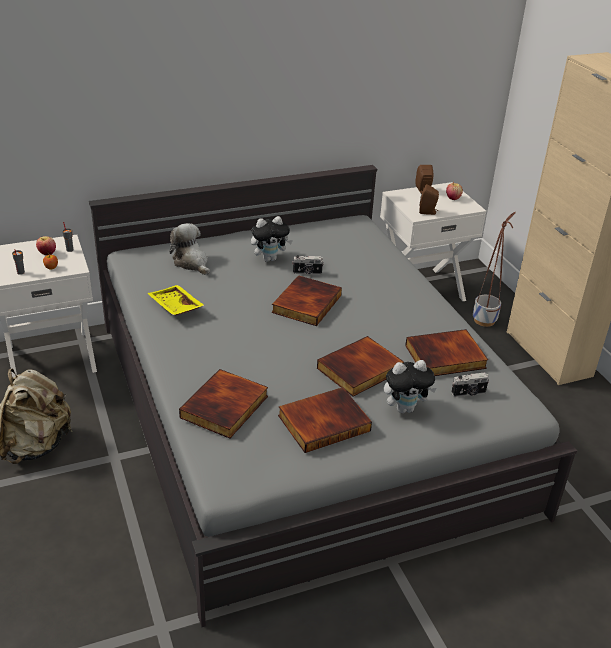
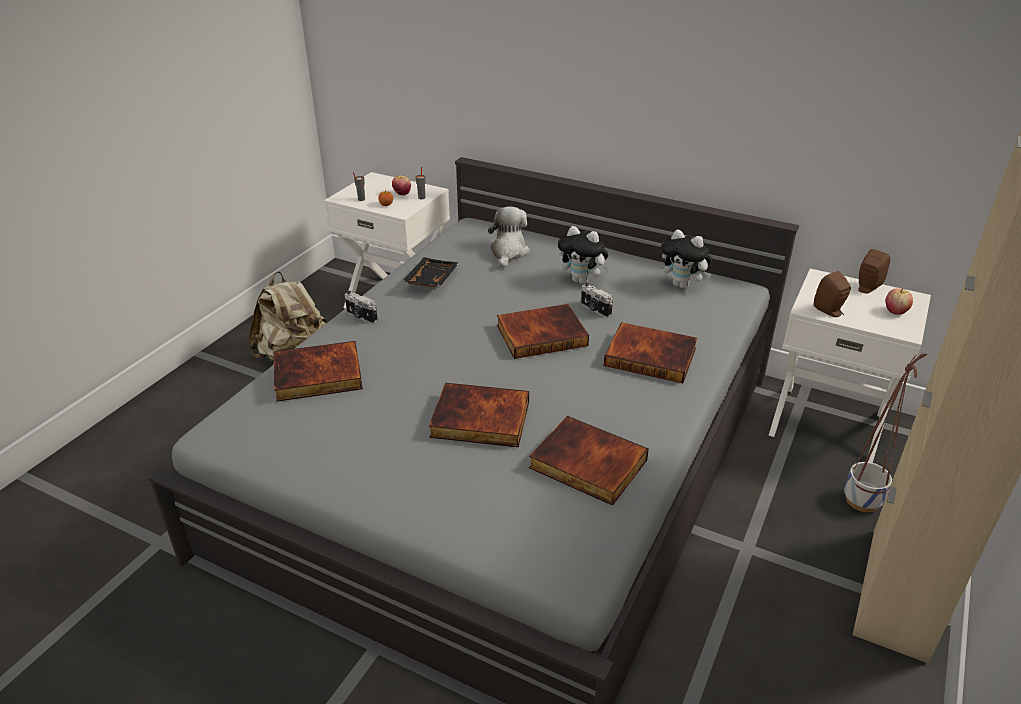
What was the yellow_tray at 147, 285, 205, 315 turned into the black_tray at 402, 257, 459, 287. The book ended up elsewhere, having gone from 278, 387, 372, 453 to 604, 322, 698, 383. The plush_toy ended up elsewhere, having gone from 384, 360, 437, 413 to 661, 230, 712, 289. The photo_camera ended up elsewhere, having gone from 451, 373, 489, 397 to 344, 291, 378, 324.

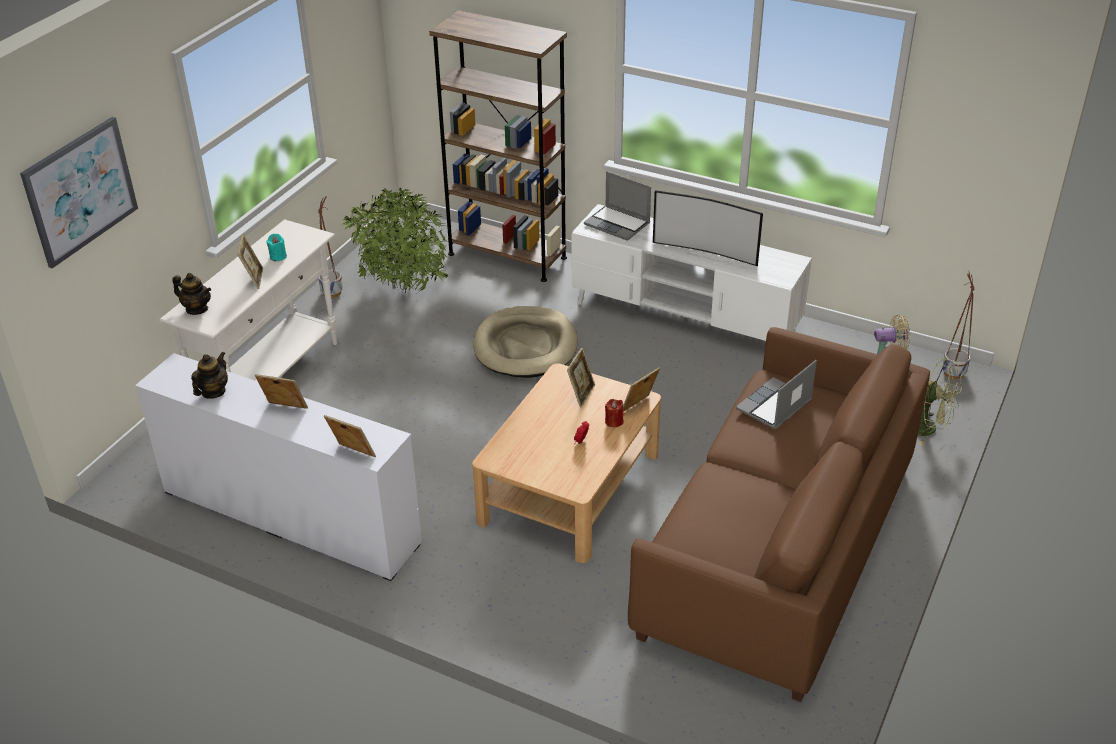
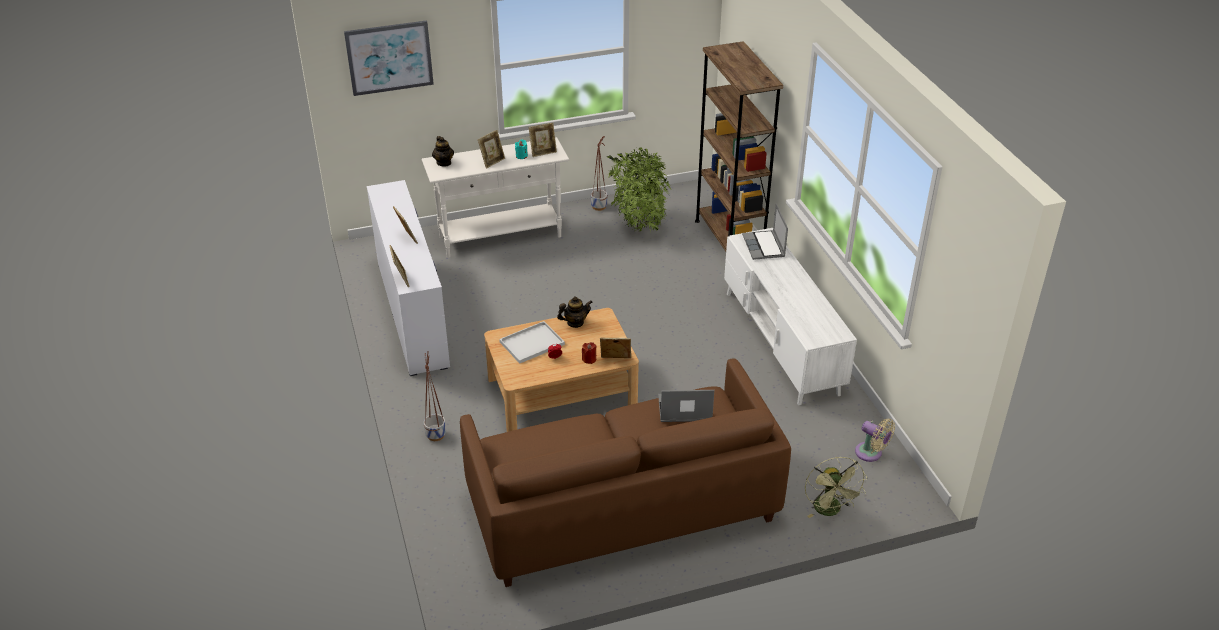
The teapot ended up elsewhere, having gone from 191, 352, 228, 399 to 557, 296, 593, 328. The second view lost the beige_dog_bed at 473, 306, 578, 378. The picture_frame ended up elsewhere, having gone from 567, 348, 595, 408 to 529, 123, 557, 157. The second view lost the television at 653, 190, 763, 266. The planter ended up elsewhere, having gone from 942, 272, 975, 379 to 424, 351, 446, 441. The second view gained the white_tray at 499, 321, 565, 364.

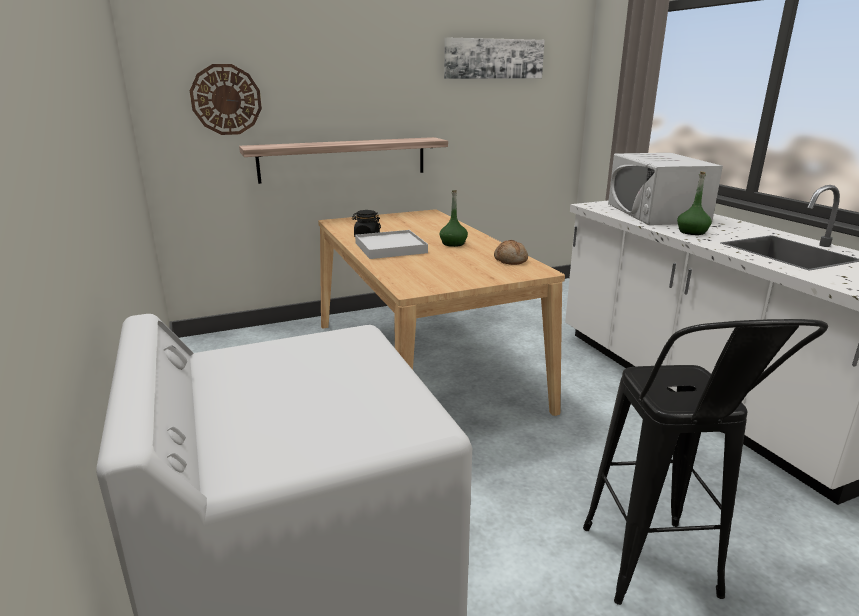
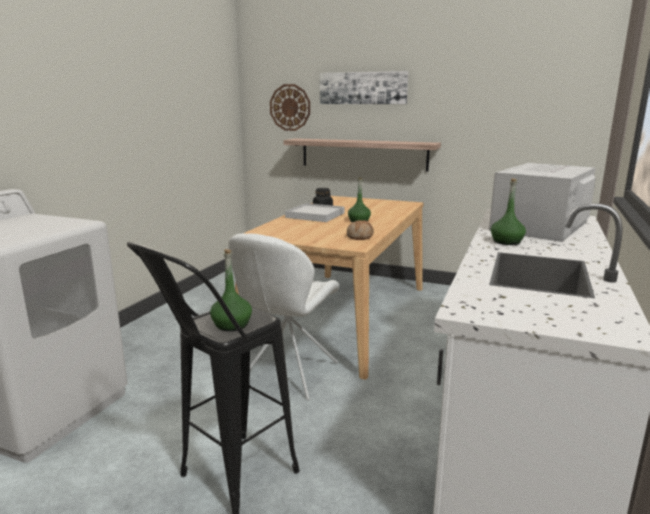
The picture ended up elsewhere, having gone from 444, 37, 545, 79 to 320, 71, 408, 104. The second view gained the green_bottle at 210, 249, 252, 331. The second view gained the white_chair at 229, 233, 339, 400.

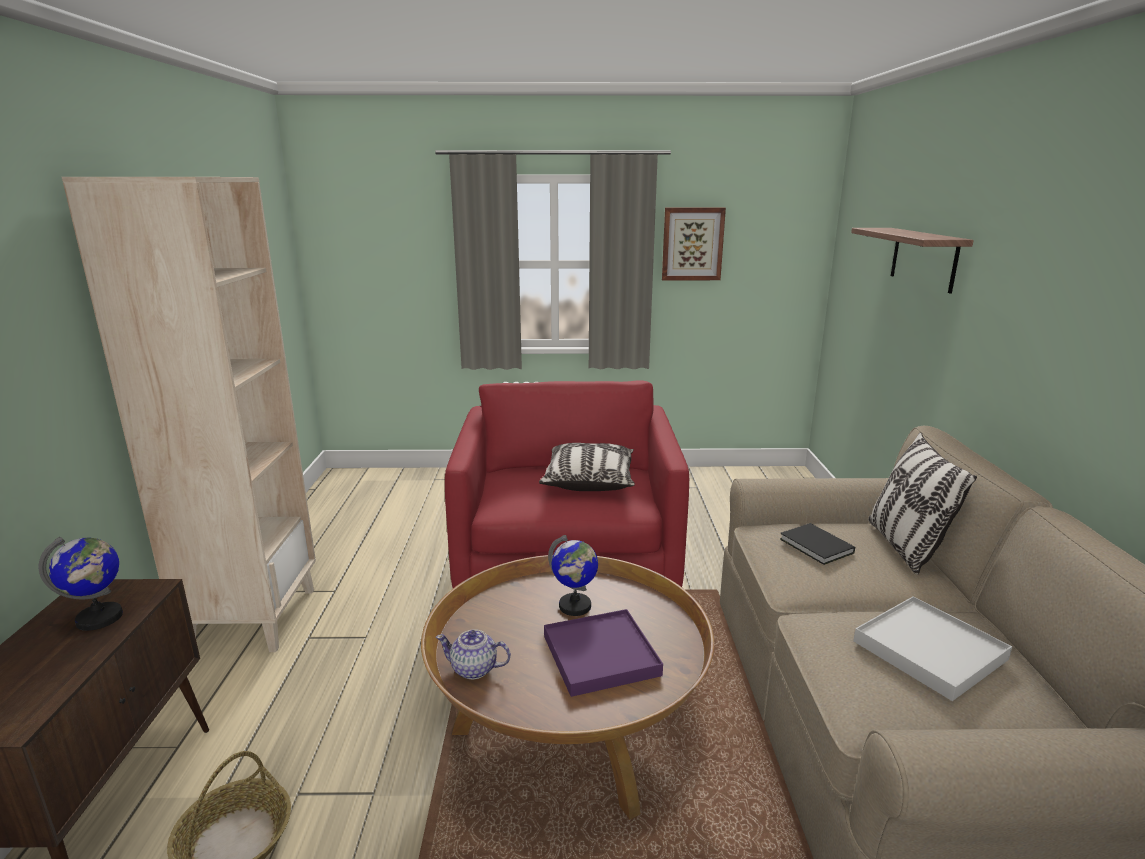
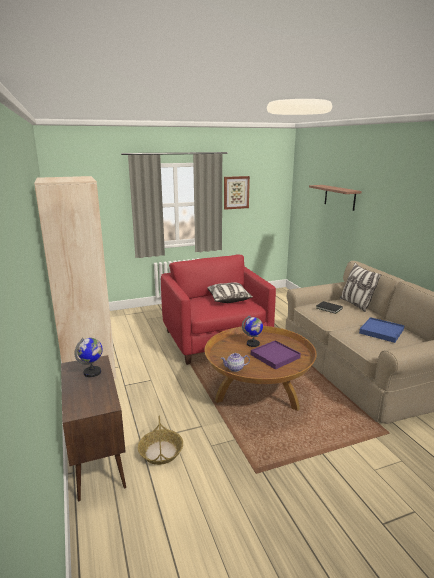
What was the white_tray at 853, 596, 1012, 701 turned into the blue_tray at 359, 317, 405, 343.

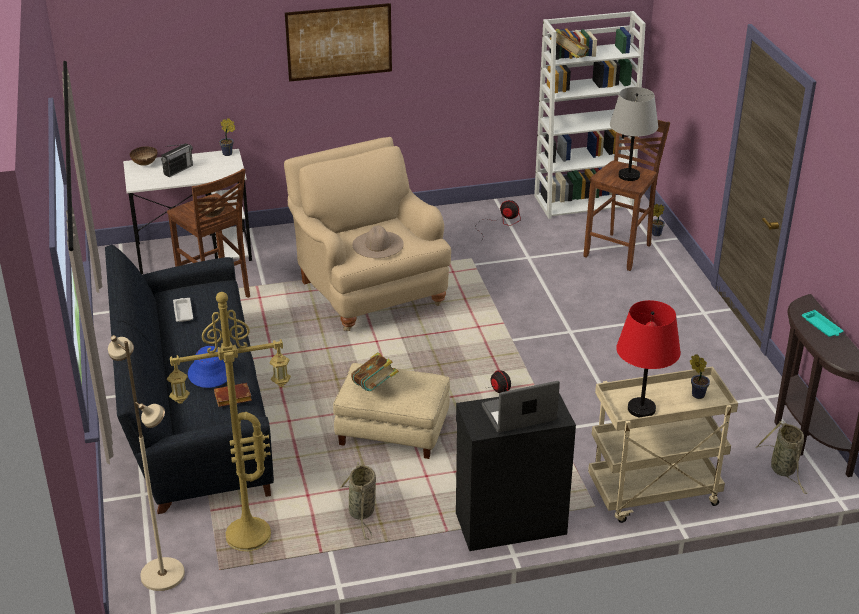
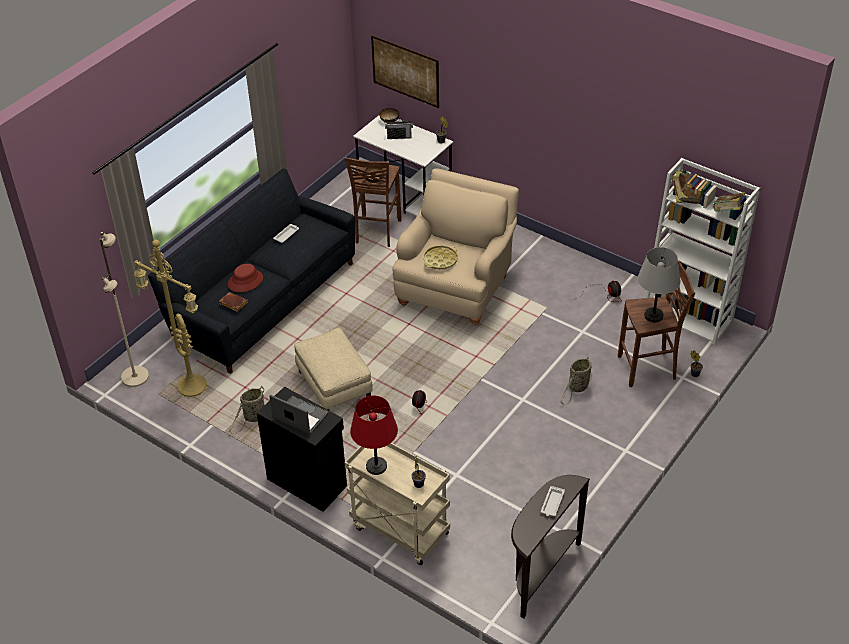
What was the blue_hat at 188, 346, 227, 388 turned into the red_hat at 228, 264, 263, 292. The picture ended up elsewhere, having gone from 285, 3, 392, 82 to 371, 35, 439, 108. The book ended up elsewhere, having gone from 351, 352, 399, 391 to 713, 192, 746, 212. Where the beige_hat stood at 352, 225, 404, 258, the yellow_tray came to stand at 423, 245, 458, 270. The basket ended up elsewhere, having gone from 756, 421, 807, 494 to 560, 356, 592, 405. What was the turquoise_tray at 802, 310, 843, 337 turned into the white_tray at 541, 486, 565, 516.

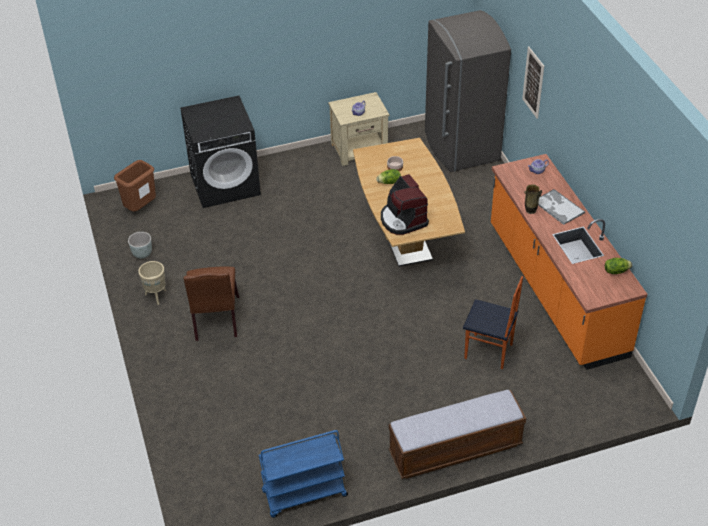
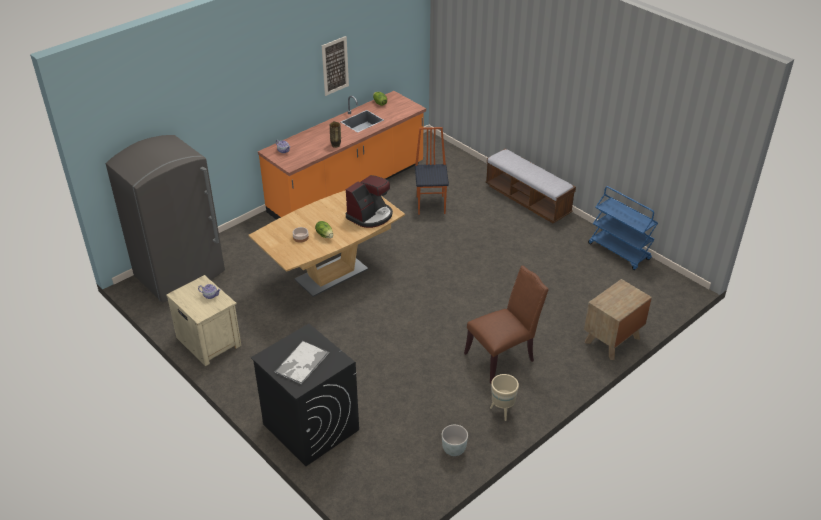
The second view lost the brown_trash_can at 114, 160, 156, 211. The picture ended up elsewhere, having gone from 522, 47, 544, 119 to 322, 36, 349, 96. The tray ended up elsewhere, having gone from 538, 189, 585, 225 to 275, 341, 329, 385. The second view gained the brown_nightstand at 584, 279, 652, 360.

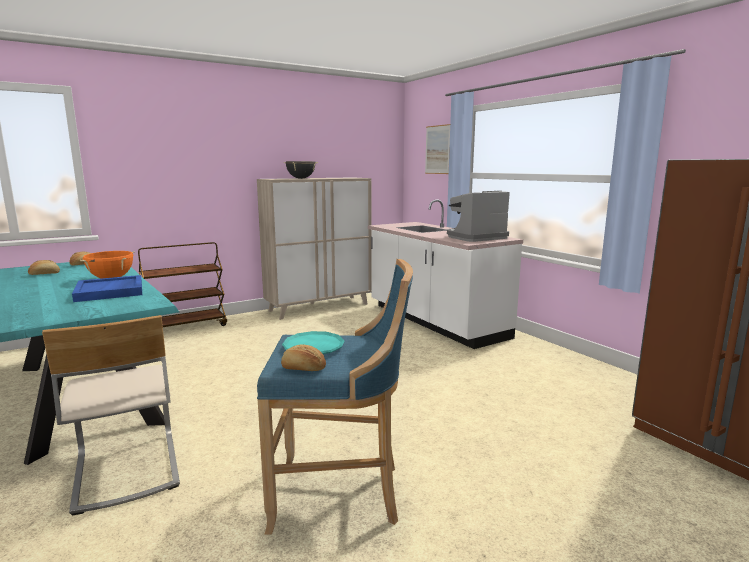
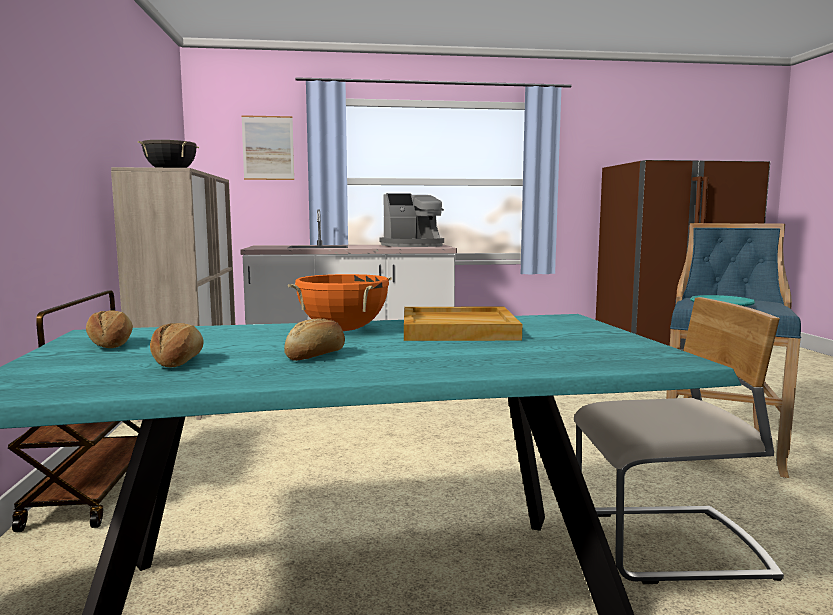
What was the blue_tray at 72, 275, 142, 302 turned into the beige_tray at 404, 307, 522, 341. The bread ended up elsewhere, having gone from 281, 344, 326, 371 to 284, 318, 345, 361. The coffee_machine at 447, 191, 510, 242 ended up facing another way, 105 degrees counterclockwise from before.

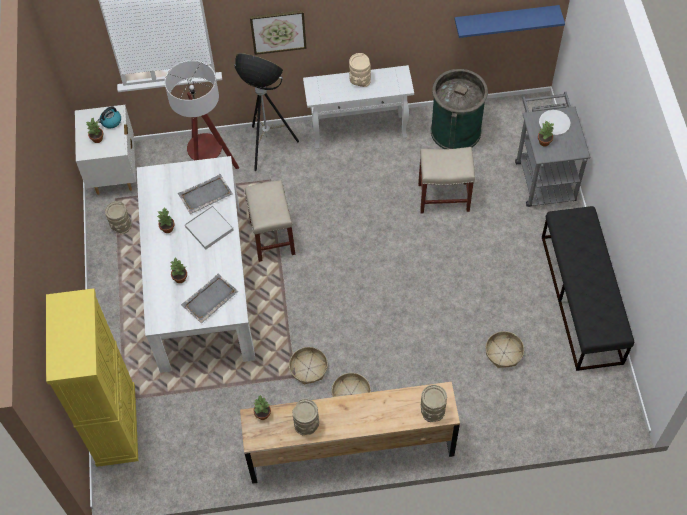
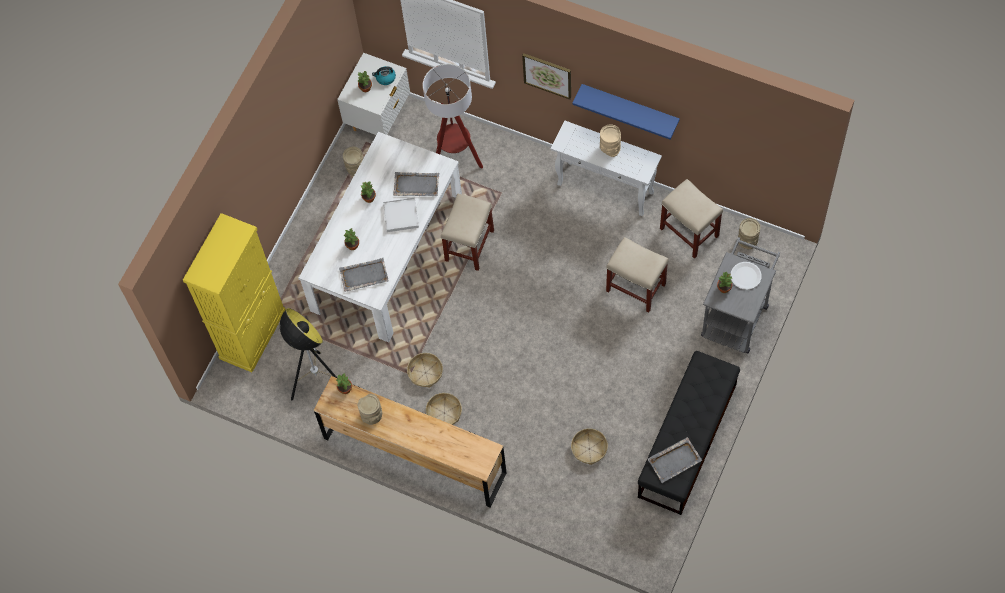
The floor_lamp ended up elsewhere, having gone from 234, 53, 299, 171 to 280, 308, 337, 401. The beige_vase ended up elsewhere, having gone from 421, 385, 447, 422 to 738, 218, 760, 250. Where the green_trash_can stood at 431, 69, 488, 149, the beige_stool came to stand at 660, 179, 723, 259. The blue_shelf ended up elsewhere, having gone from 454, 5, 565, 38 to 572, 84, 680, 140. The second view gained the grey_tray at 648, 437, 702, 483.

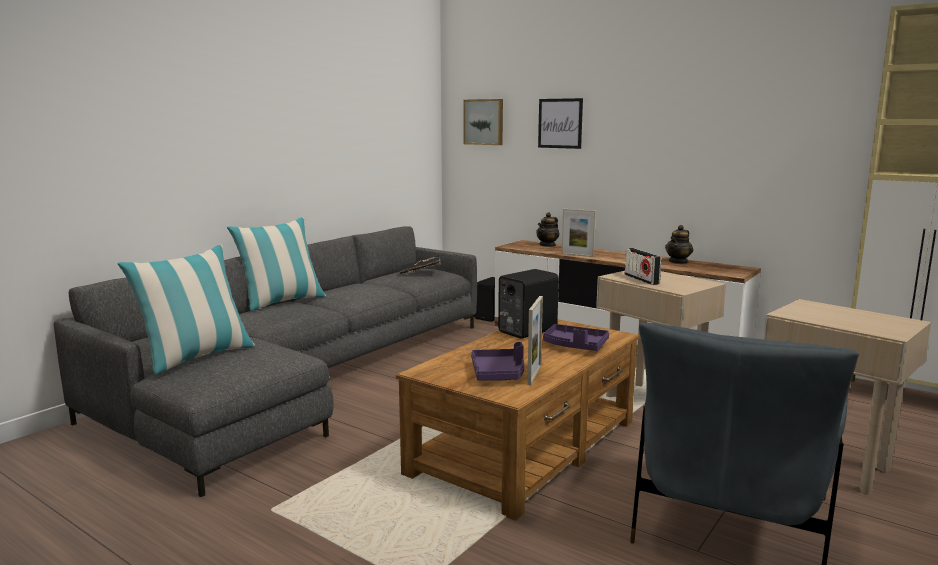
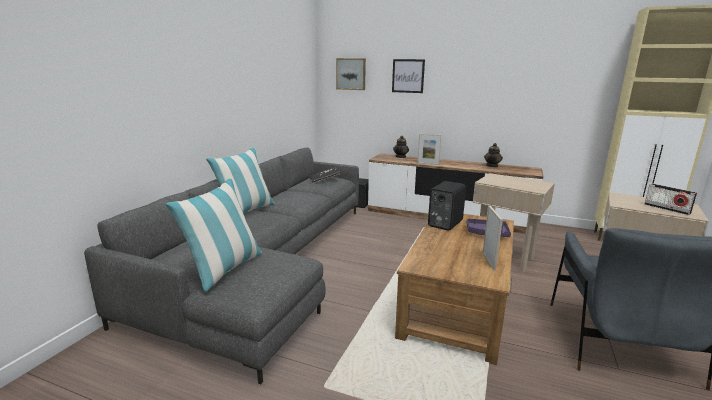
The second view lost the purple_tray at 471, 342, 524, 381. The radio ended up elsewhere, having gone from 625, 248, 661, 285 to 645, 183, 697, 215.

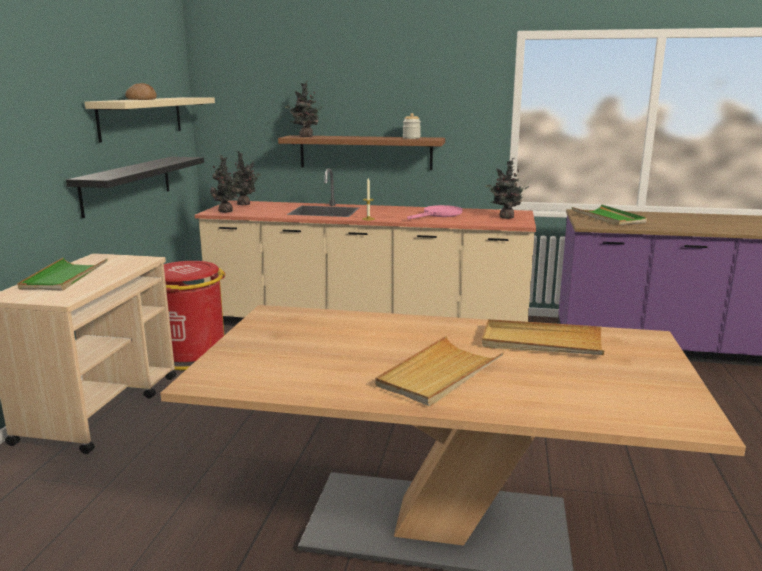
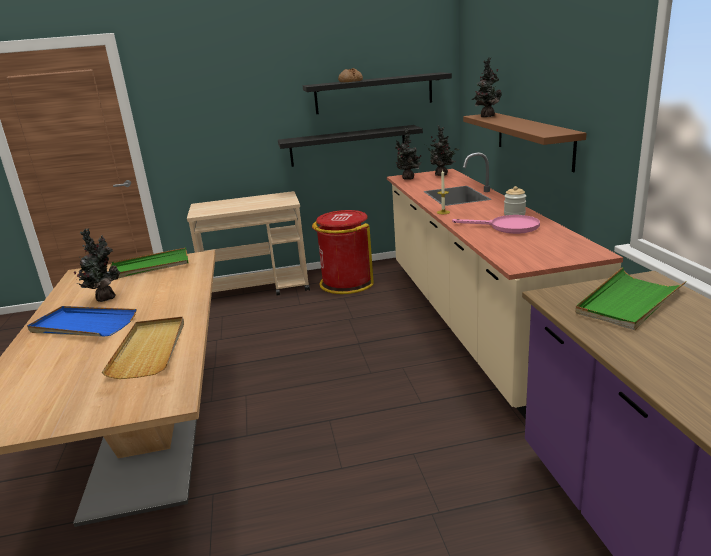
The green_tray ended up elsewhere, having gone from 17, 257, 108, 290 to 110, 248, 189, 278. What was the beige_shelf at 84, 97, 215, 143 turned into the black_shelf at 303, 72, 452, 114. What was the beige_tray at 375, 336, 504, 406 turned into the blue_tray at 27, 306, 136, 337. The jar ended up elsewhere, having gone from 403, 113, 421, 139 to 504, 186, 526, 215. The potted_plant ended up elsewhere, having gone from 485, 158, 530, 219 to 74, 229, 120, 302.

